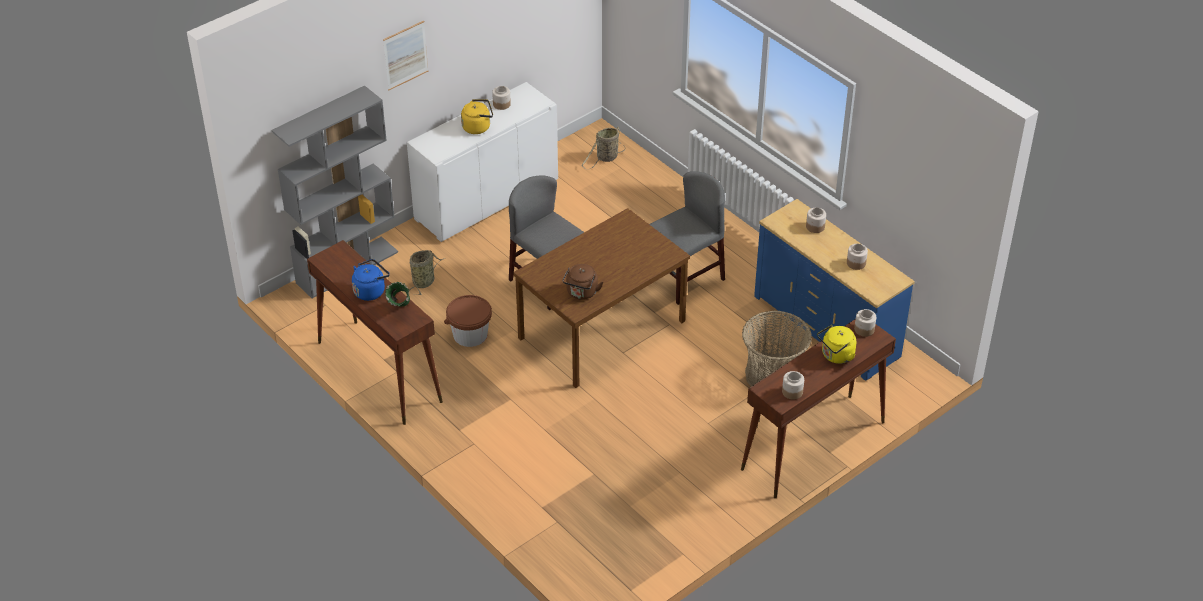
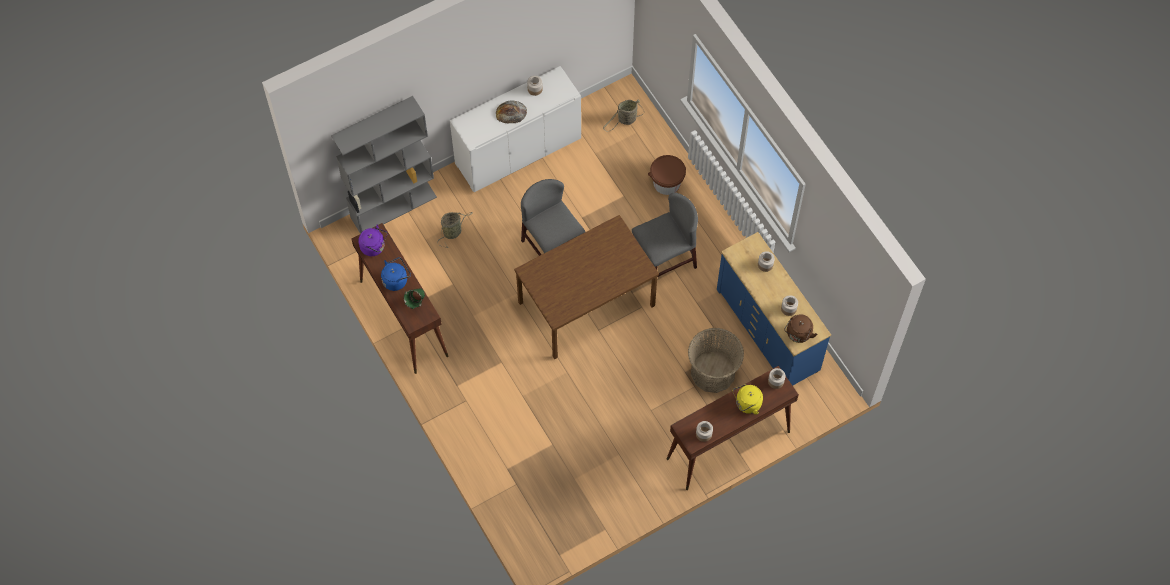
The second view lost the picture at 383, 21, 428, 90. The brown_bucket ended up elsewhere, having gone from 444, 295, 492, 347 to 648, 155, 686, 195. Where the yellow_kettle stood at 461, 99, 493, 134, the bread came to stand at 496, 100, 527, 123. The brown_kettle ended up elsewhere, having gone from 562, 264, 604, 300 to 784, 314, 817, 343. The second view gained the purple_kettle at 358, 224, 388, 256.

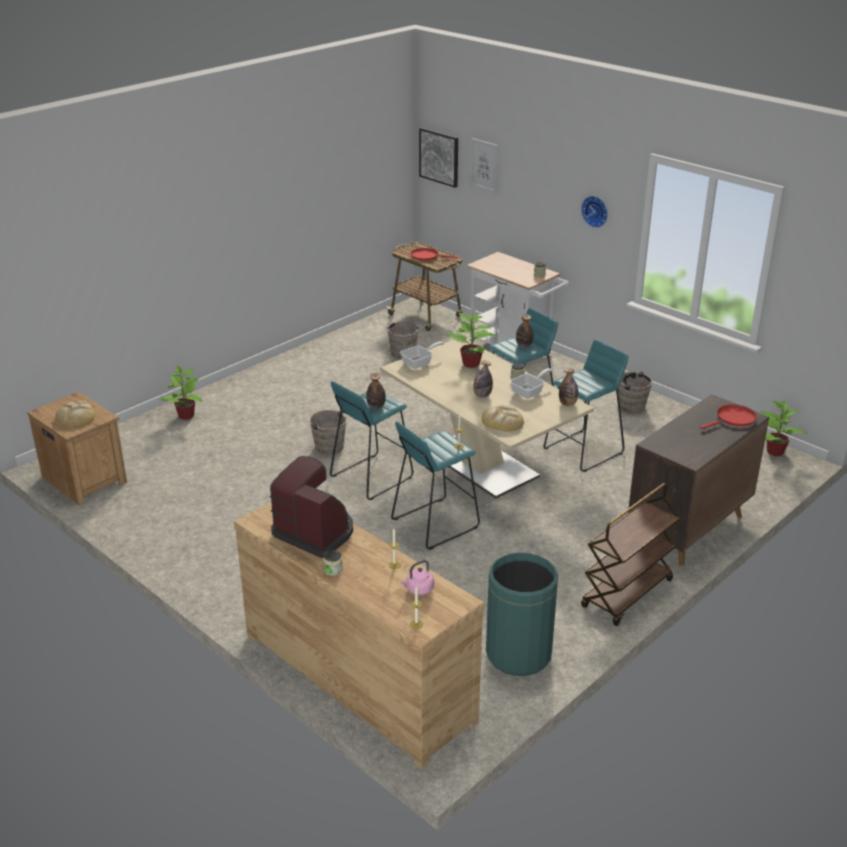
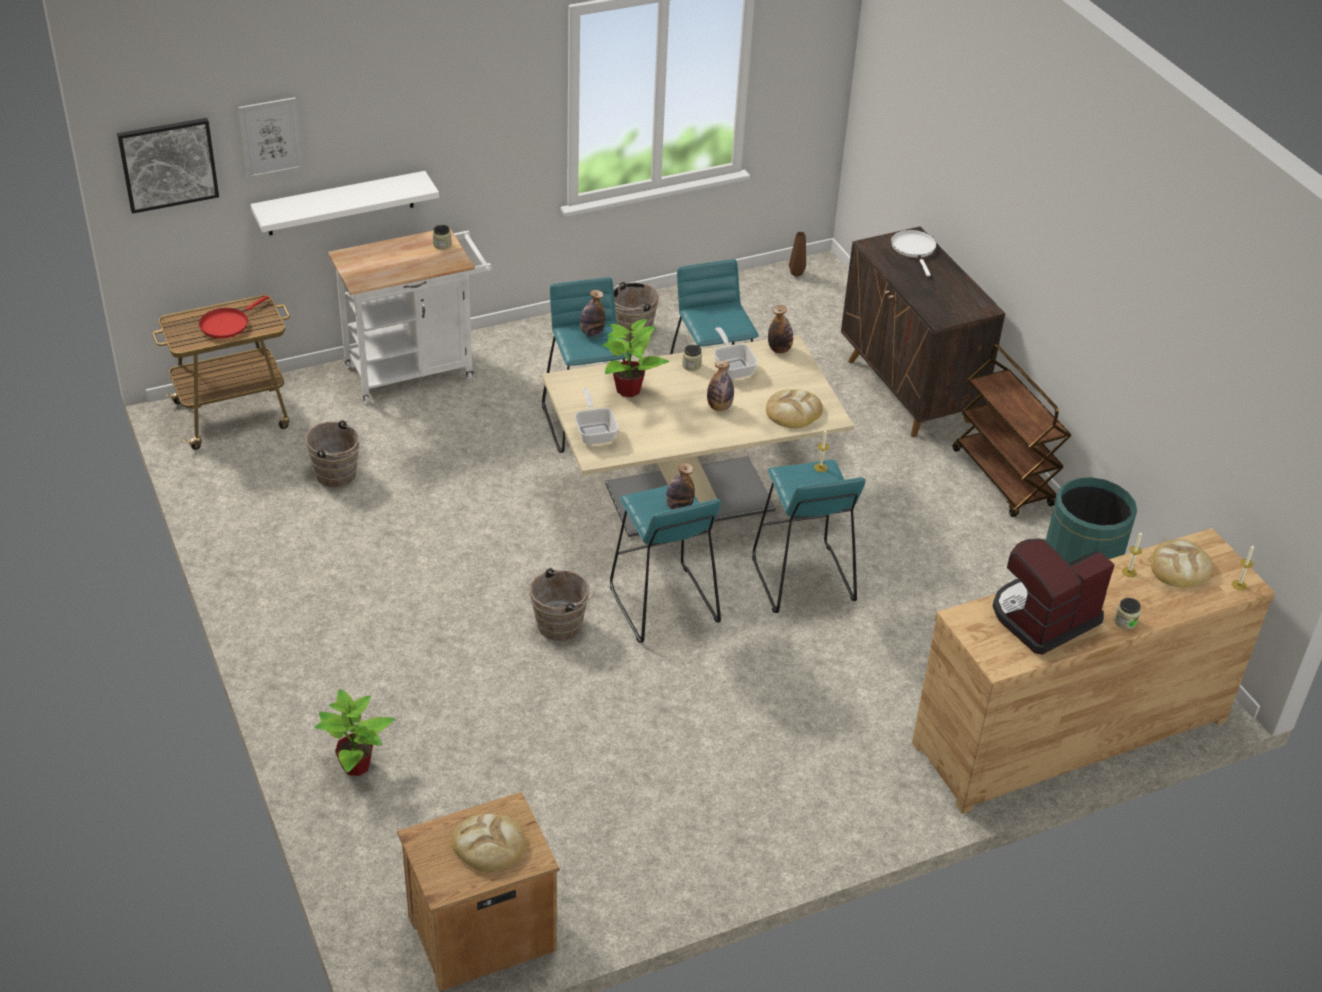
Where the pink_kettle stood at 400, 560, 434, 595, the bread came to stand at 1151, 539, 1213, 587. The second view lost the wall_clock at 581, 196, 608, 228. What was the red_frying_pan at 700, 405, 757, 429 turned into the white_frying_pan at 891, 230, 937, 276. Where the potted_plant stood at 761, 401, 807, 456, the brown_vase came to stand at 789, 232, 806, 277. The second view gained the white_shelf at 250, 171, 439, 235.

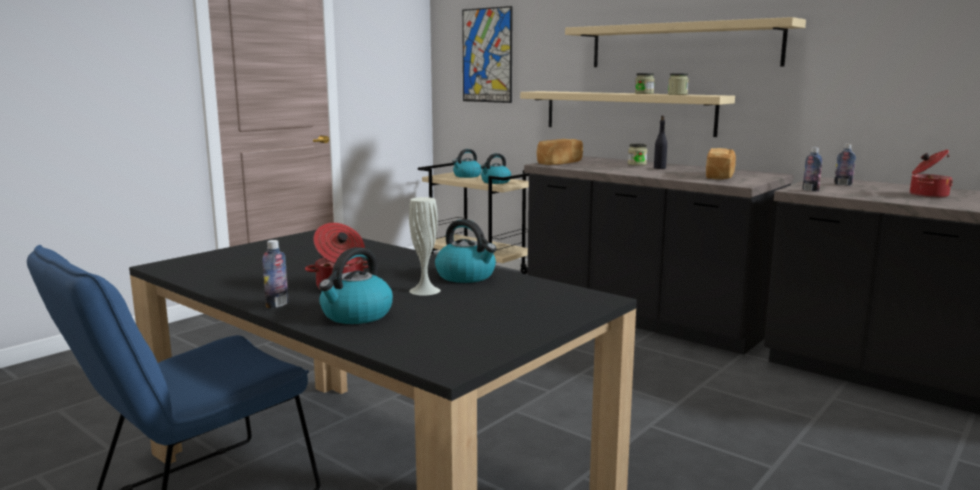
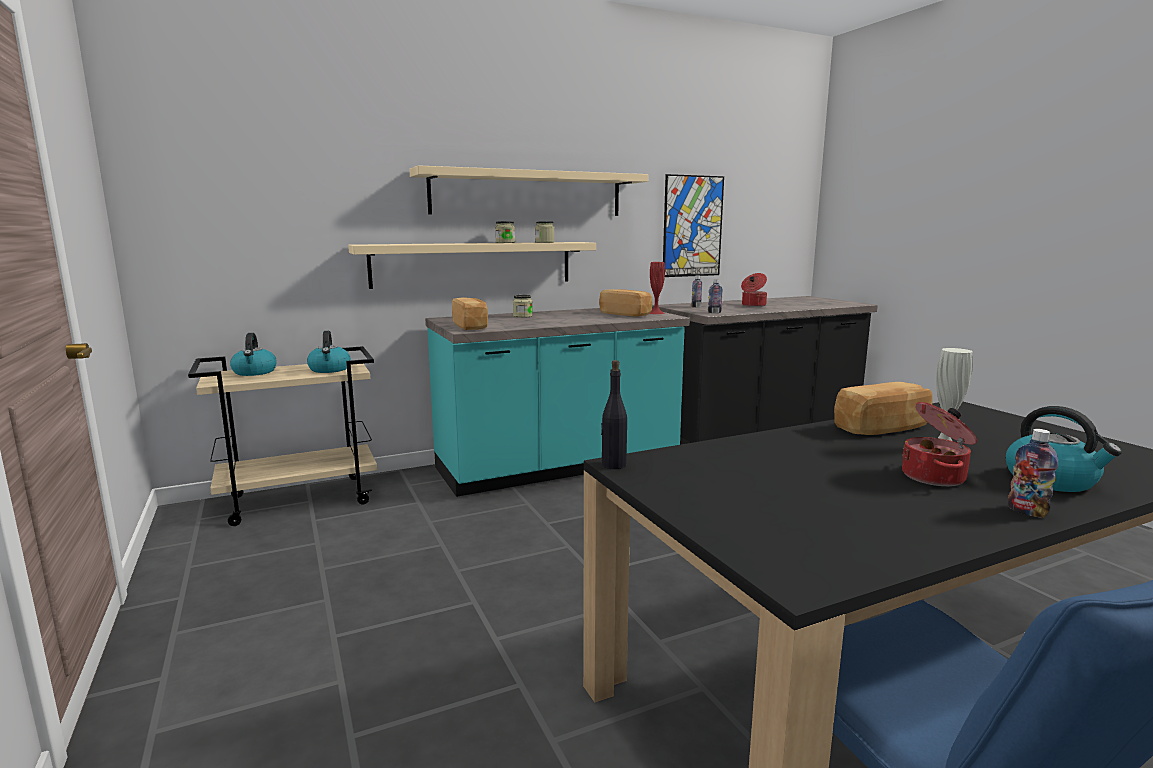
Where the kettle stood at 435, 219, 497, 283, the bread came to stand at 834, 382, 933, 435. The picture ended up elsewhere, having gone from 462, 6, 513, 103 to 663, 174, 724, 277. What was the black_counter at 524, 156, 793, 355 turned into the turquoise_counter at 425, 308, 690, 497. The black_bottle ended up elsewhere, having gone from 654, 116, 667, 169 to 601, 360, 627, 469. The second view gained the red_vase at 649, 262, 665, 314.

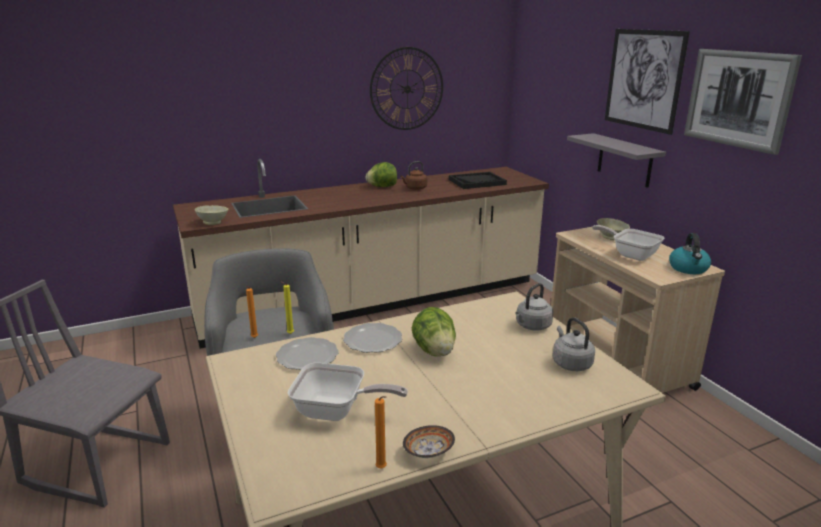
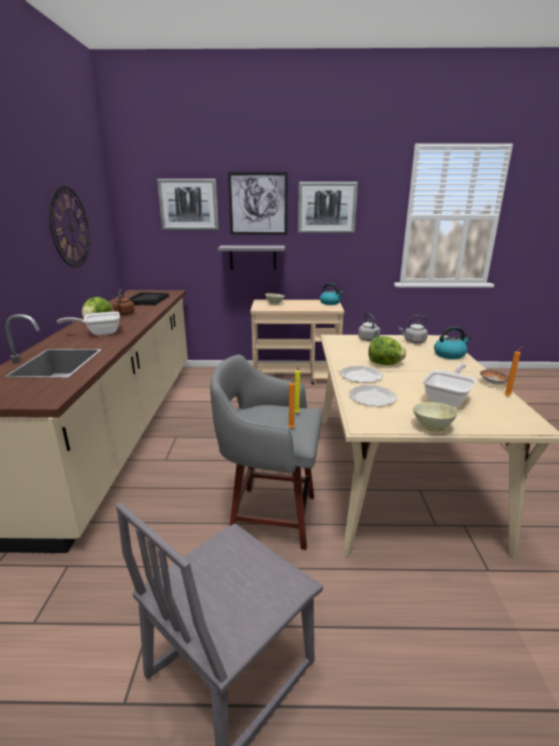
The beige_bowl ended up elsewhere, having gone from 195, 205, 228, 225 to 413, 402, 458, 432. The frying_pan ended up elsewhere, having gone from 592, 225, 664, 261 to 57, 311, 120, 335. The second view gained the picture at 157, 179, 219, 230. The second view gained the kettle at 434, 326, 471, 359.

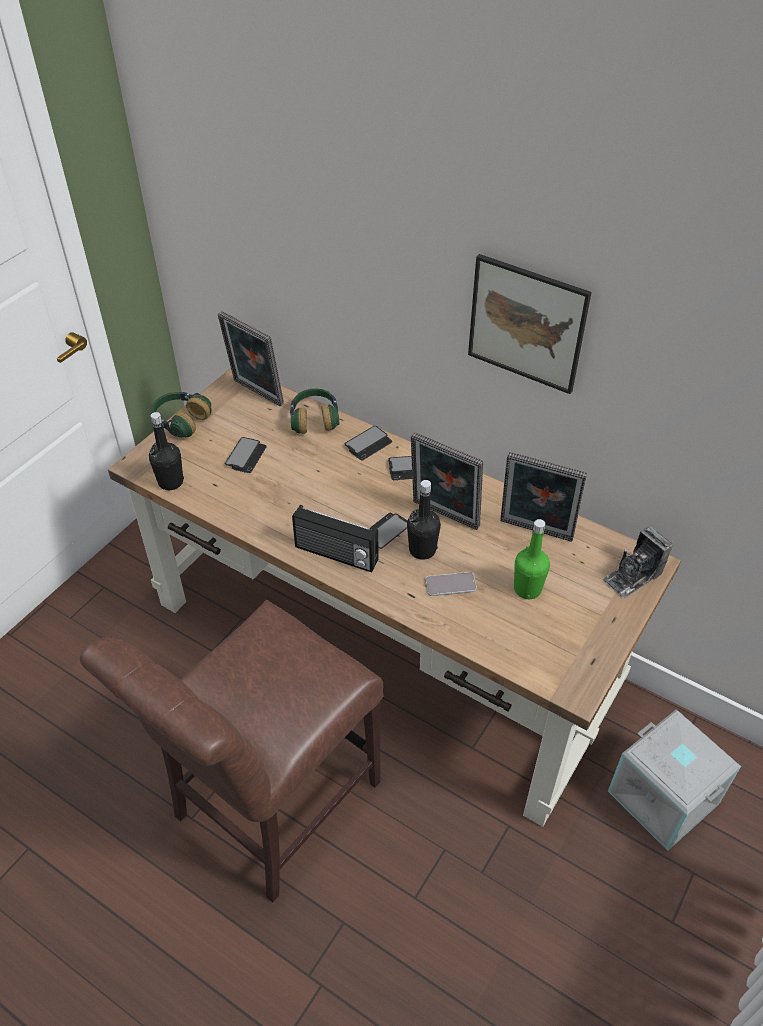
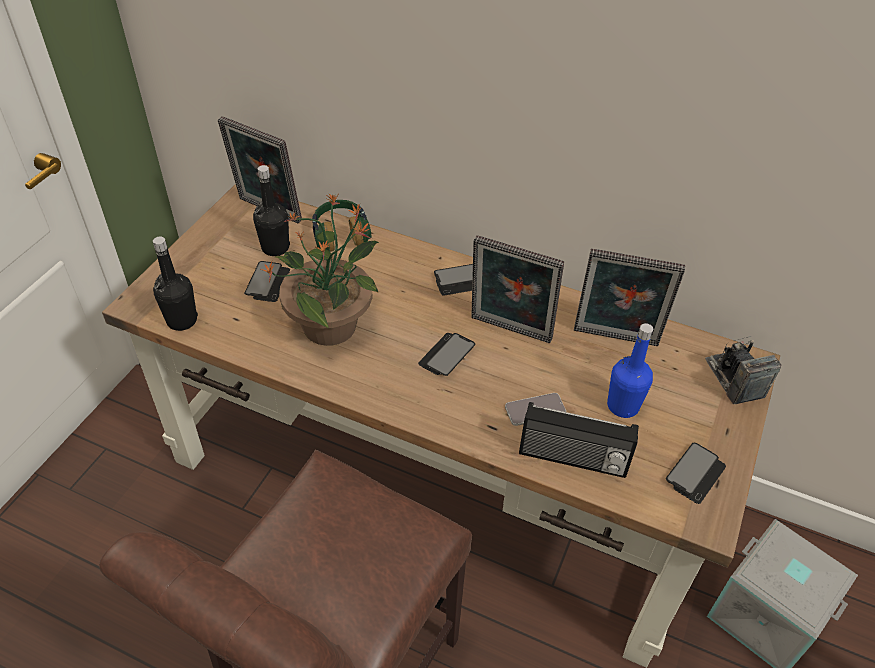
The second view lost the headphones at 152, 392, 212, 438. The radio ended up elsewhere, having gone from 292, 505, 378, 572 to 519, 402, 639, 478. The phone ended up elsewhere, having gone from 344, 426, 392, 460 to 666, 443, 726, 504. The black_bottle ended up elsewhere, having gone from 407, 480, 441, 560 to 253, 165, 290, 256. The second view lost the picture at 468, 254, 592, 394. What was the green_bottle at 514, 519, 550, 599 turned into the blue_bottle at 607, 323, 653, 418. The photo_camera at 602, 527, 673, 598 ended up facing another way, 120 degrees clockwise from before. The second view gained the potted_plant at 261, 194, 379, 346.

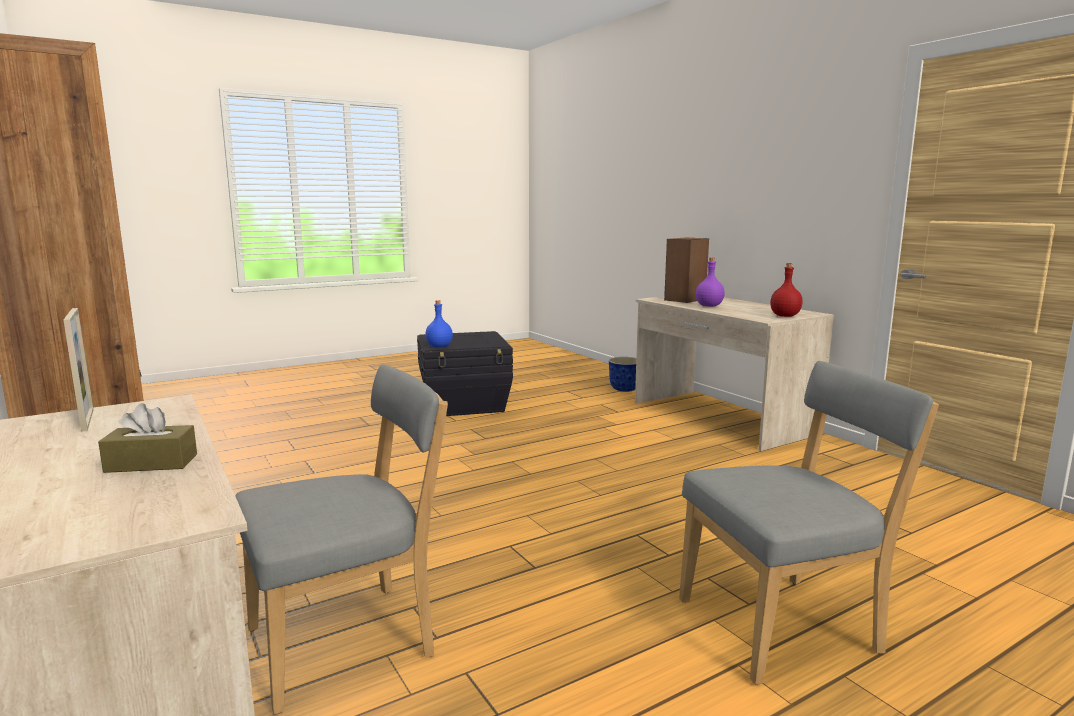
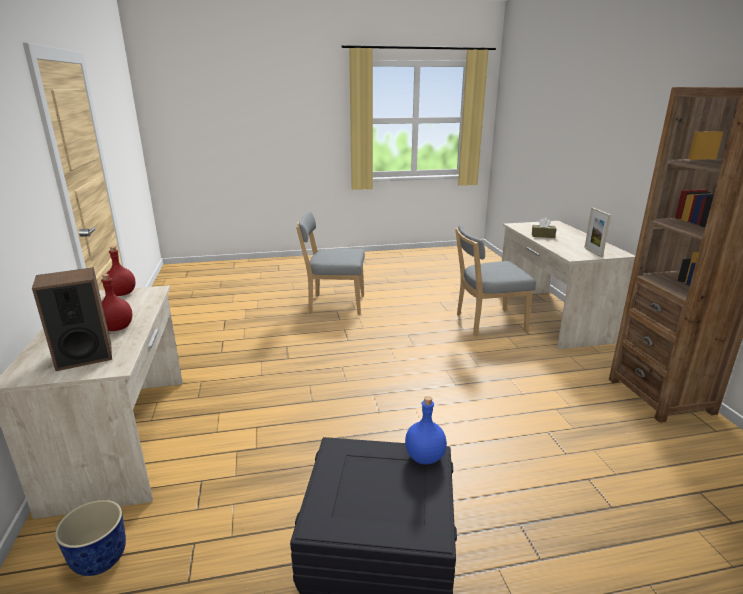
What was the purple_bottle at 696, 258, 725, 307 turned into the red_bottle at 101, 274, 132, 331.

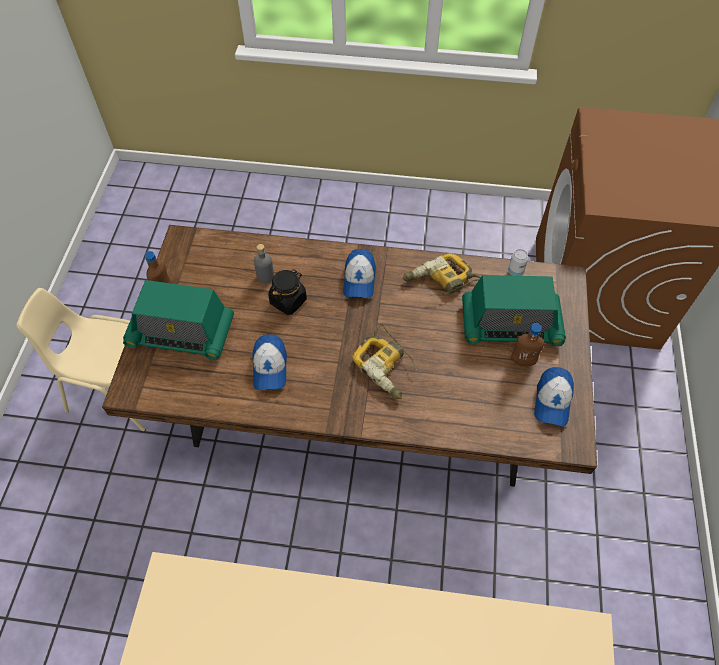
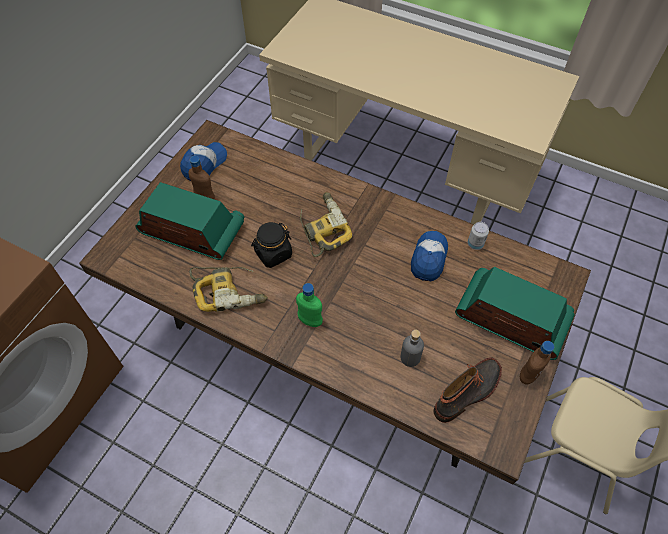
The black_jar ended up elsewhere, having gone from 268, 269, 307, 315 to 251, 222, 292, 268. Where the cap stood at 343, 249, 376, 298, the green_bottle came to stand at 296, 283, 323, 327. The can ended up elsewhere, having gone from 508, 249, 528, 276 to 468, 222, 489, 250. The second view gained the boot at 433, 358, 502, 423.

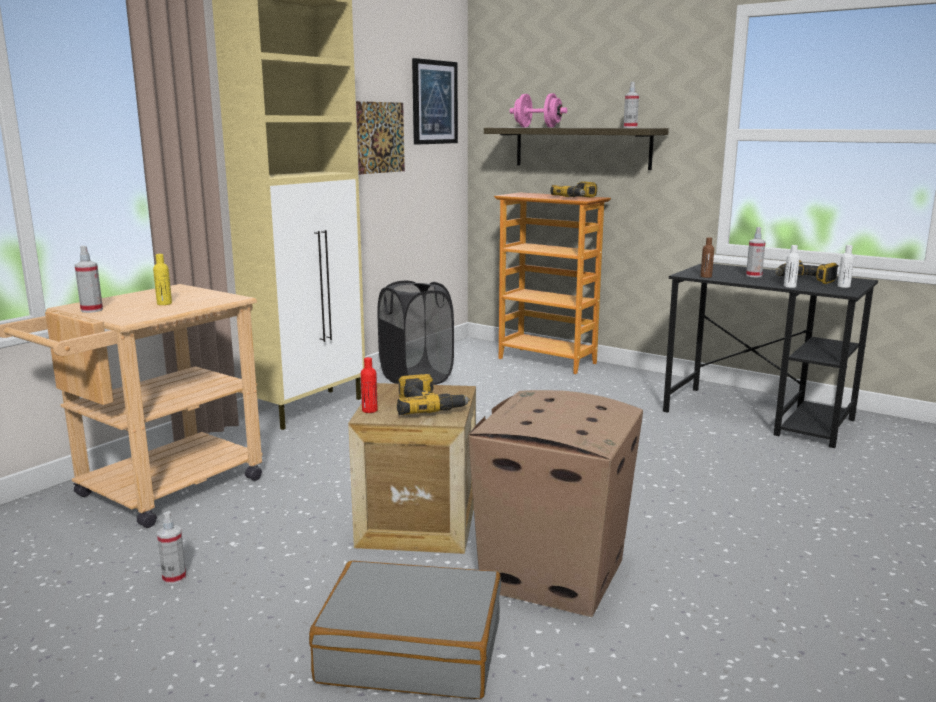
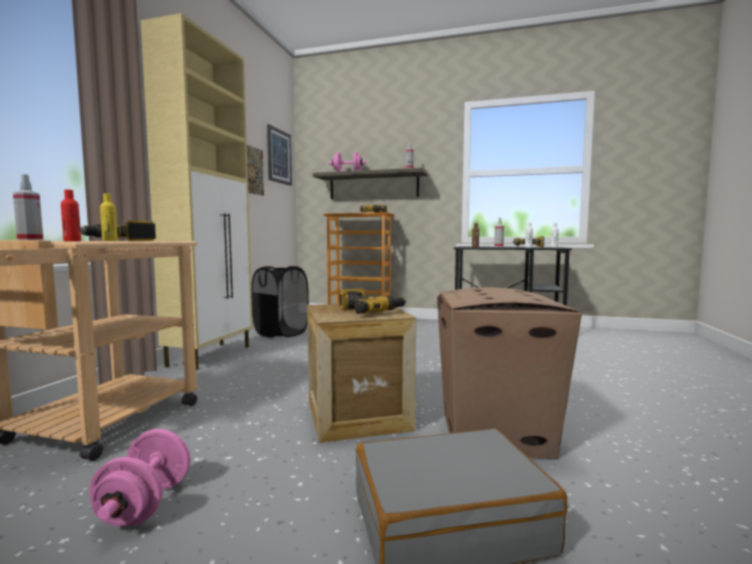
Where the spray_bottle stood at 157, 511, 186, 584, the pink_dumbbell came to stand at 89, 429, 190, 527. The red_bottle ended up elsewhere, having gone from 361, 357, 378, 413 to 61, 190, 81, 241. The second view gained the power_drill at 80, 220, 156, 241.

